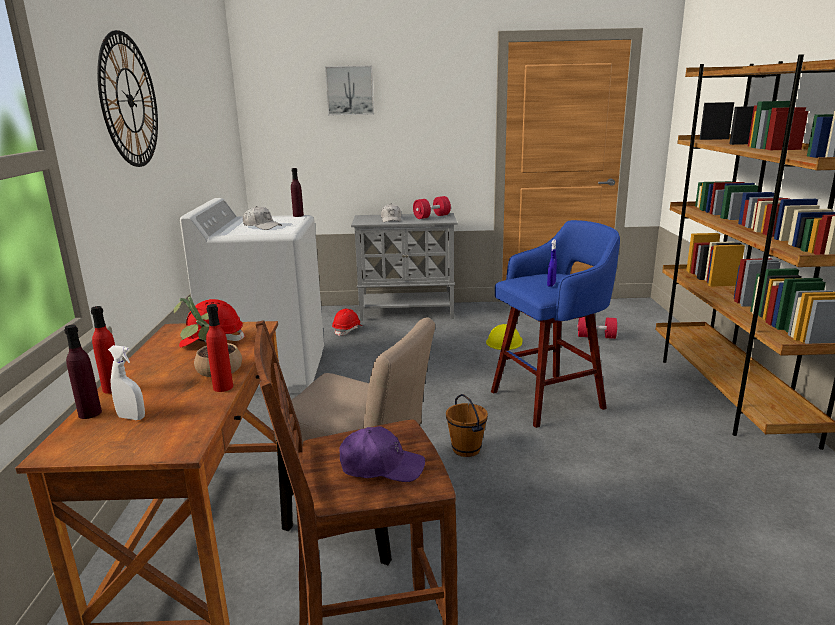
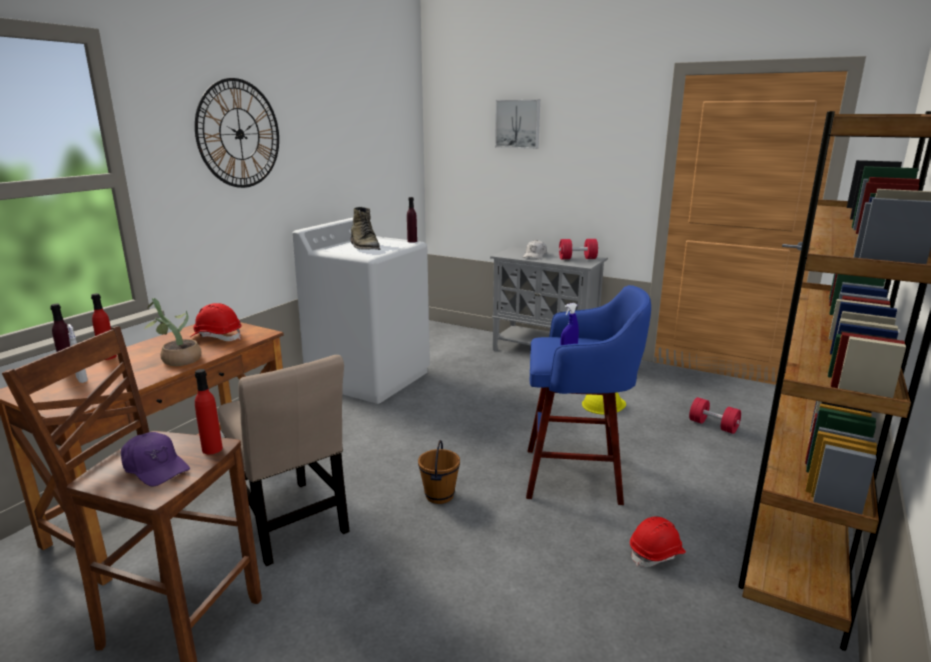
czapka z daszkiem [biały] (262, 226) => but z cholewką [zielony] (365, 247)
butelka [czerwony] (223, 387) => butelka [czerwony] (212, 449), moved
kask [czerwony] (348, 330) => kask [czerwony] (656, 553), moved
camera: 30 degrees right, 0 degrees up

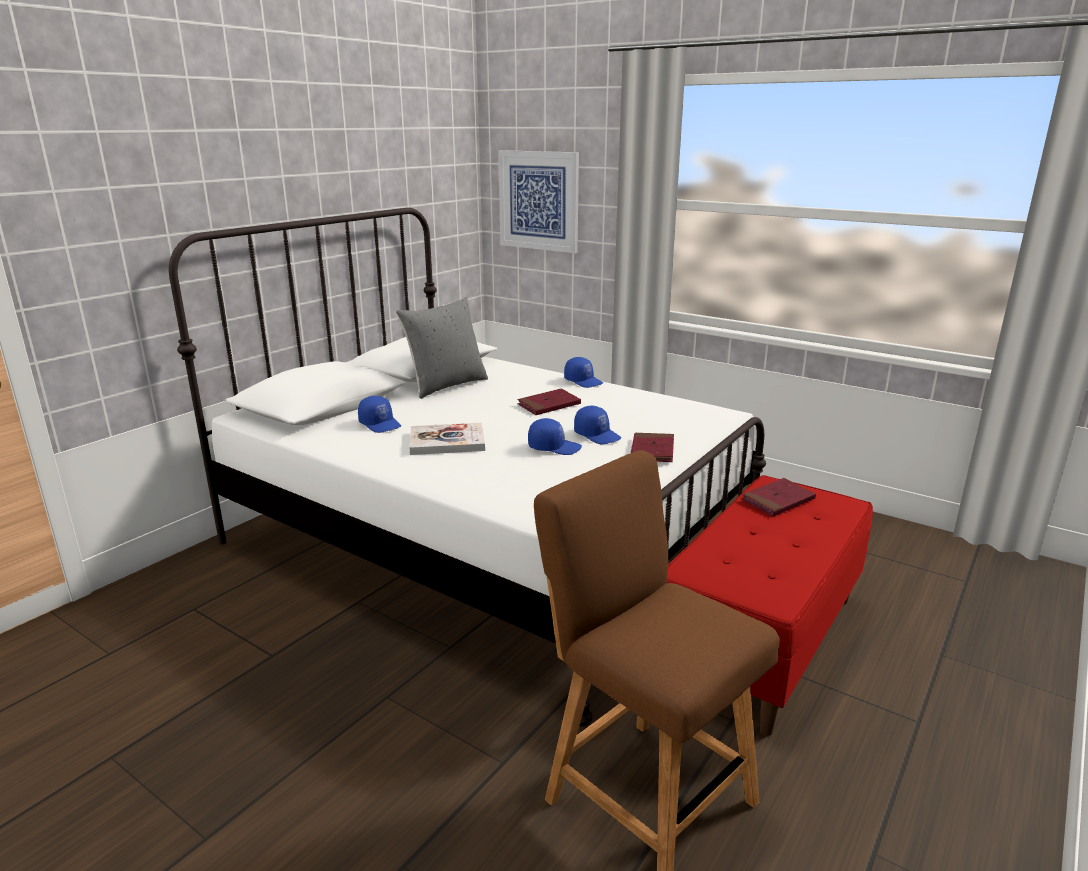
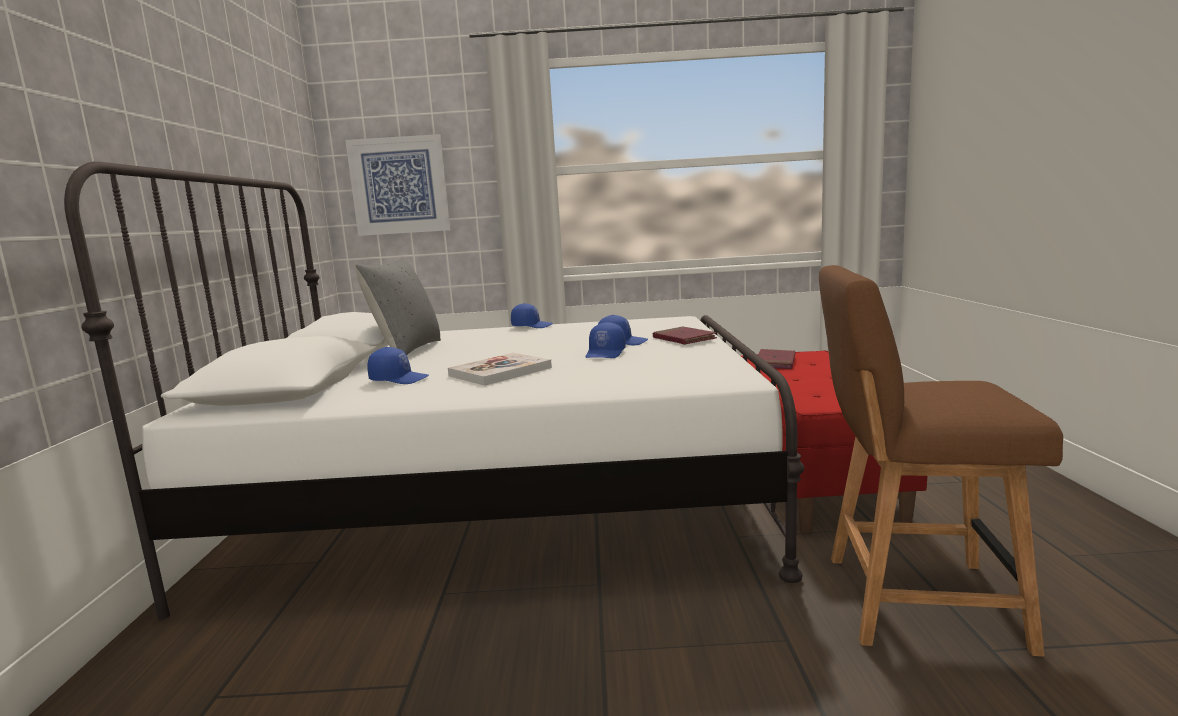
książka [czerwony] (549, 405) => nothing
czapka z daszkiem [niebieski] (554, 447) => czapka z daszkiem [niebieski] (606, 353), 135 degrees clockwise
camera: 35 degrees left, 10 degrees down

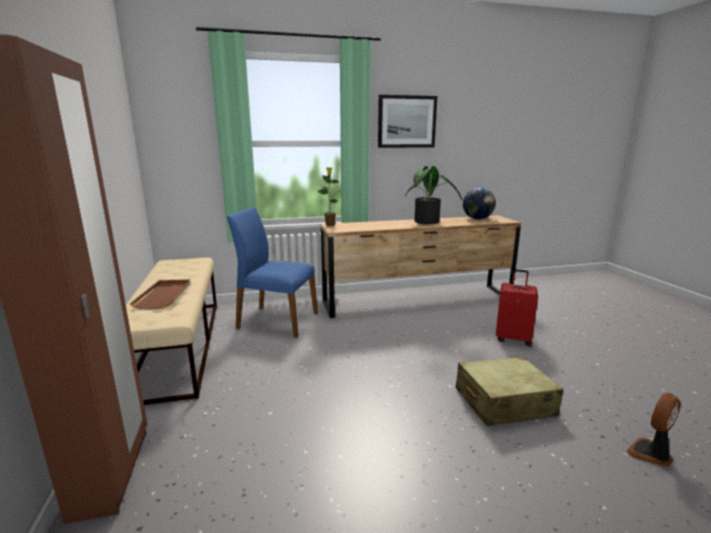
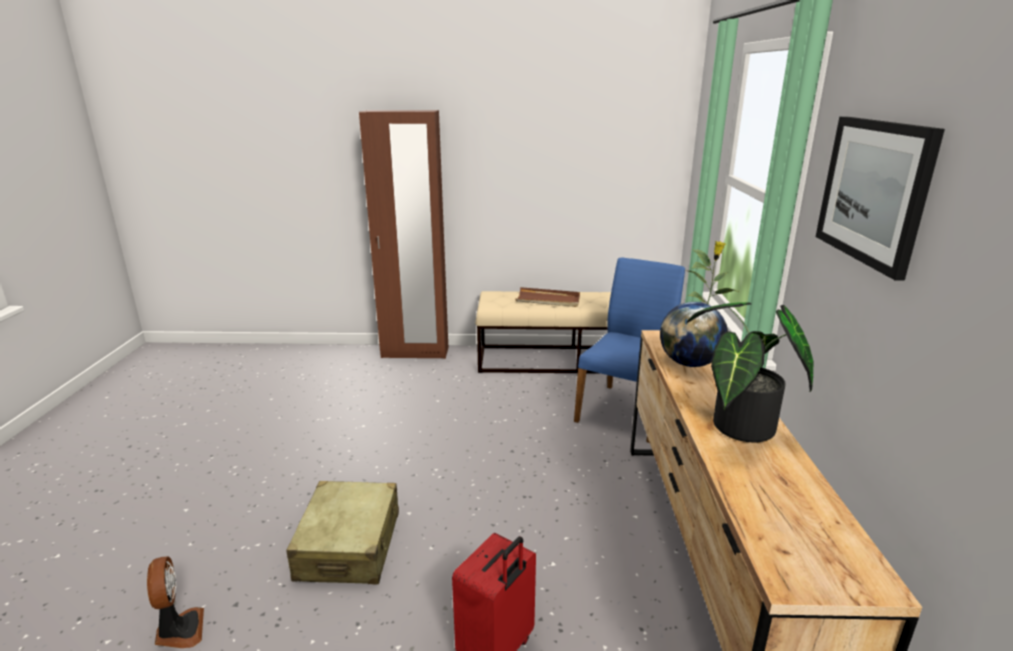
globus (477, 219) => globus (690, 363), moved
camera: 105 degrees right, 5 degrees up

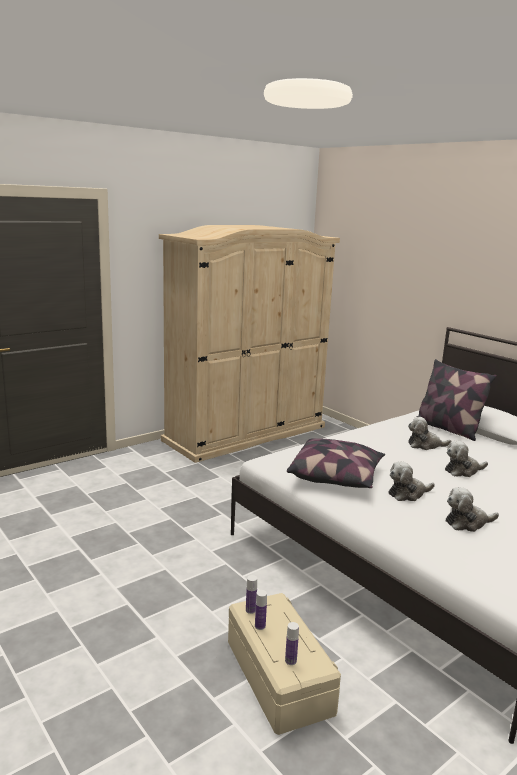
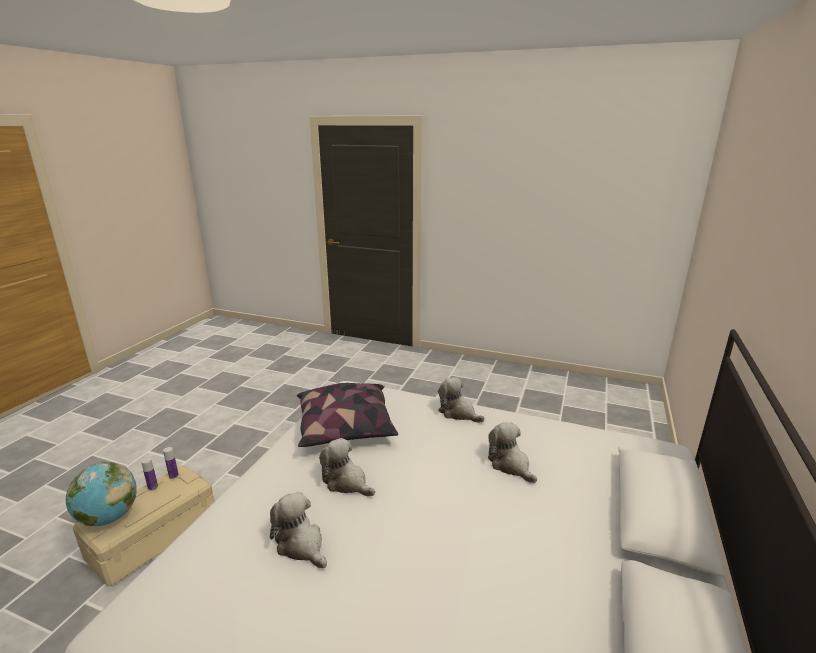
szafa [beżowy] (246, 433) => nothing
poduszka (447, 429) => nothing
pluszak (463, 471) => pluszak (458, 413), moved
butelka (290, 661) => globus (109, 517)
camera: 60 degrees right, 5 degrees up

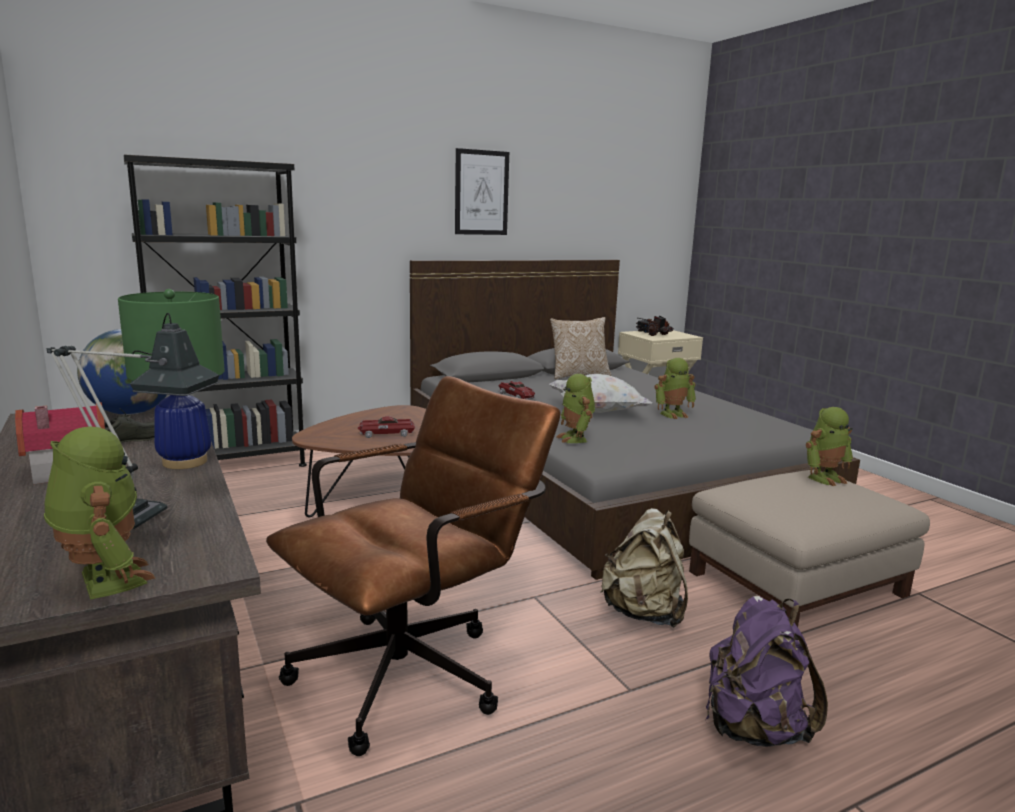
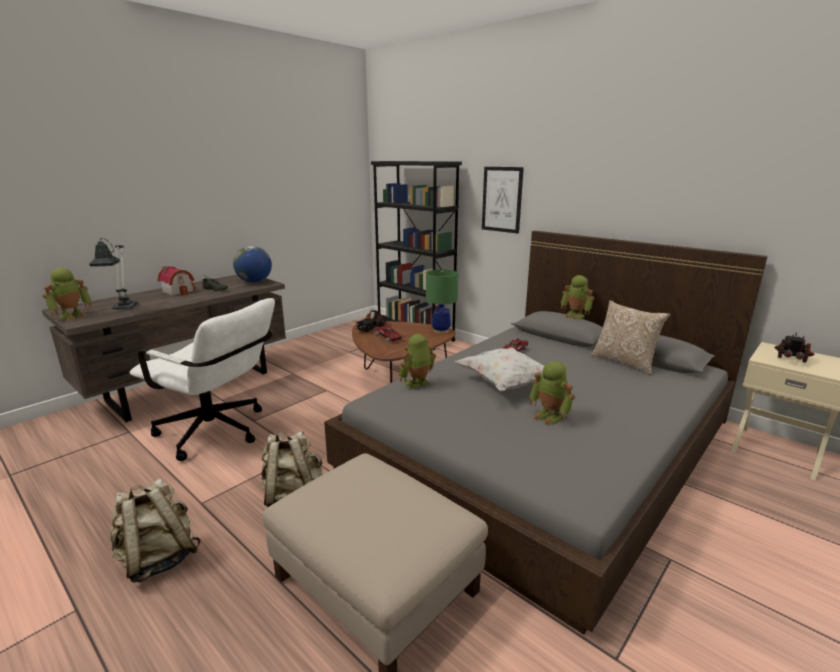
obraz (481, 193) => obraz (502, 199), moved
lampa stołowa [zielony] (185, 461) => lampa stołowa [zielony] (441, 331), moved
krzesło biurowe [brązowy] (415, 669) => krzesło biurowe [biały] (219, 433)
robot zabawkowy (824, 478) => robot zabawkowy (575, 316), moved
plecak [fioletowy] (753, 729) => plecak [beżowy] (158, 559)
nothing => ciężarówka zabawkowa (371, 328)
camera: 70 degrees right, 5 degrees up

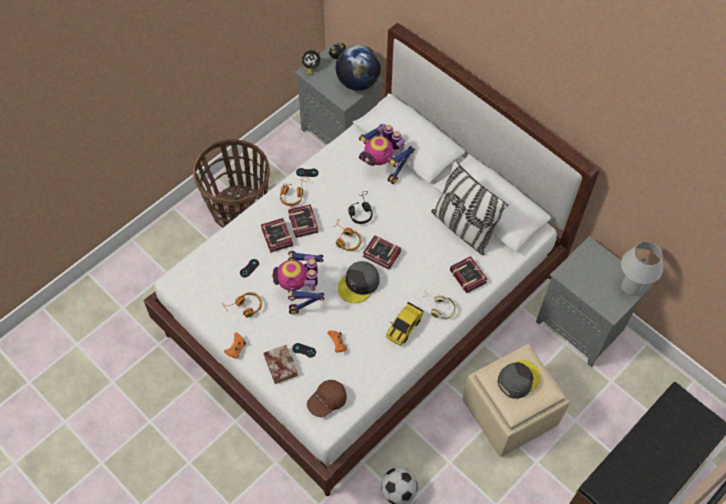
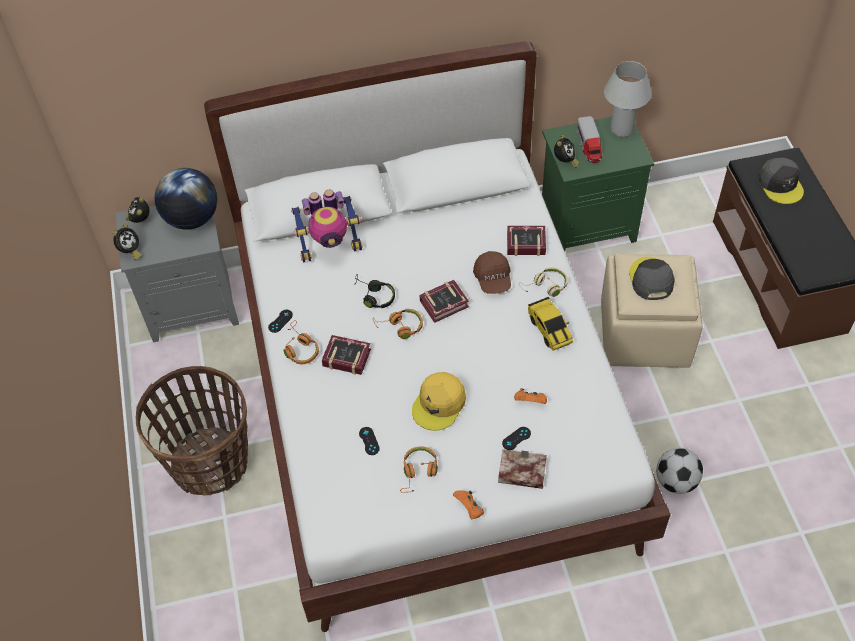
poduszka (463, 228) => nothing
książka (276, 238) => nothing
szafka nocna [szary] (582, 326) => szafka nocna [zielony] (588, 225)
robot zabawkowy (301, 292) => czapka z daszkiem [żółty] (439, 404)
czapka z daszkiem [szary] (359, 284) => czapka z daszkiem [szary] (780, 184), moved
czapka z daszkiem [brązowy] (327, 401) => czapka z daszkiem [brązowy] (493, 279), moved
nothing => ciężarówka zabawkowa (589, 146)
nothing => budzik (565, 162)
camera: 55 degrees left, 5 degrees down

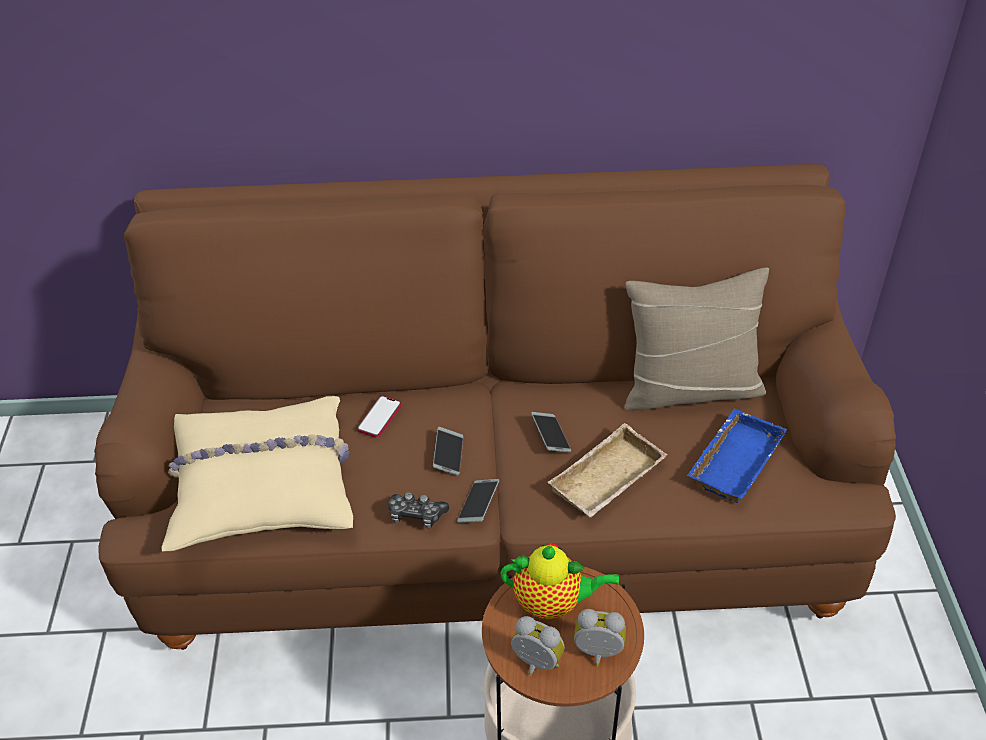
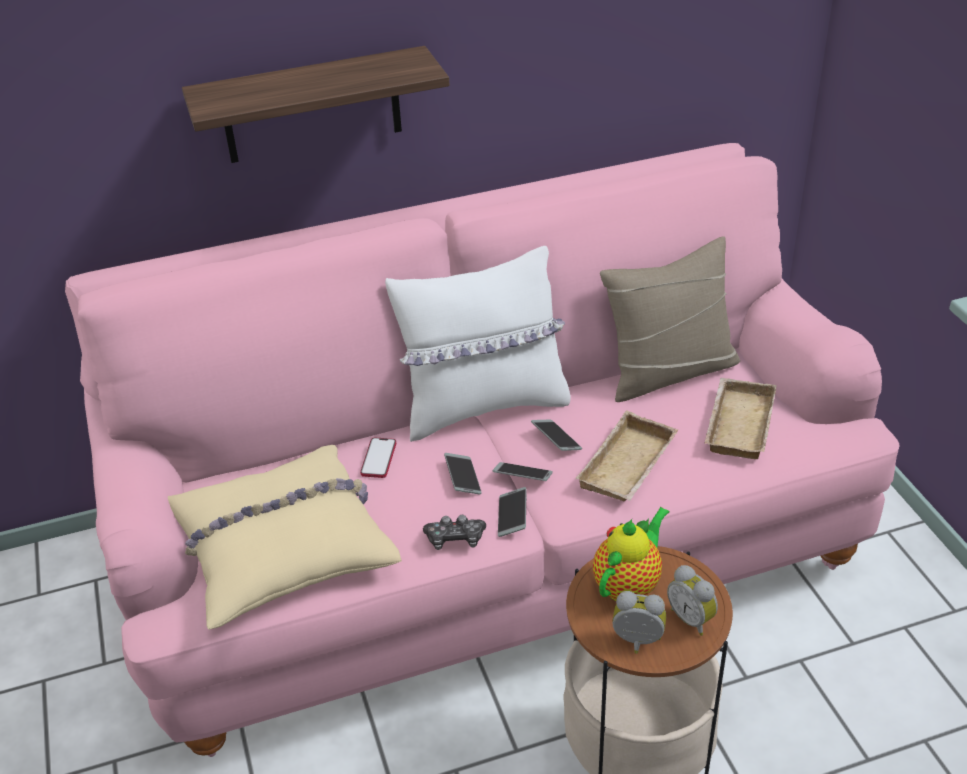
kanapa [brązowy] (495, 518) => kanapa [różowy] (490, 553)
taca [niebieski] (733, 459) => taca [beżowy] (736, 423)
imbryk (552, 603) => imbryk (629, 584), 45 degrees counterclockwise
budzik (598, 654) => budzik (692, 618), 120 degrees counterclockwise
nothing => półka (312, 106)
nothing => poduszka [biały] (484, 407)
nothing => telefon (522, 476)
camera: 15 degrees left, 5 degrees down

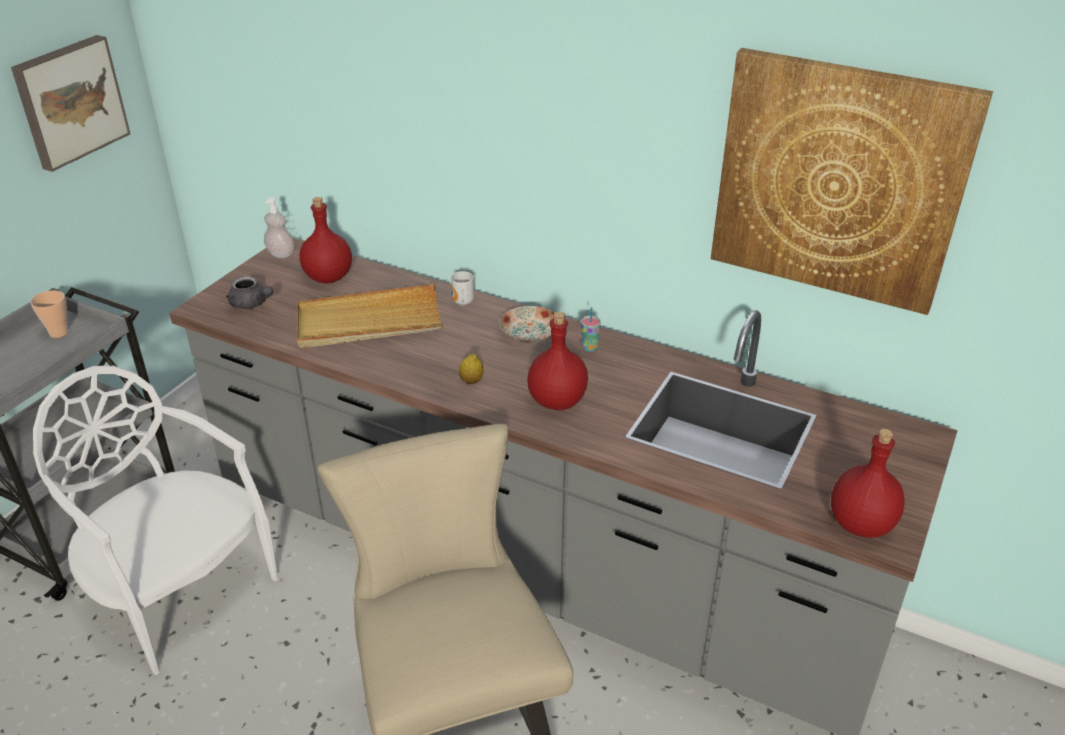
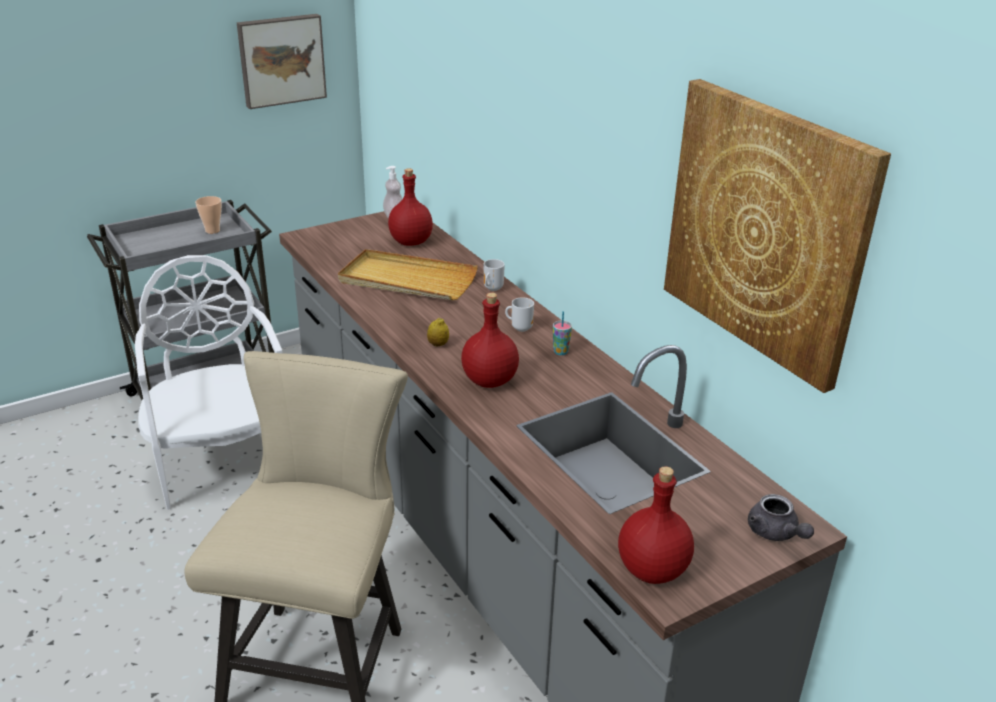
imbryk [szary] (251, 304) => imbryk [szary] (775, 533), moved
talerz (529, 336) => kubek (520, 328)
camera: 30 degrees right, 5 degrees down

